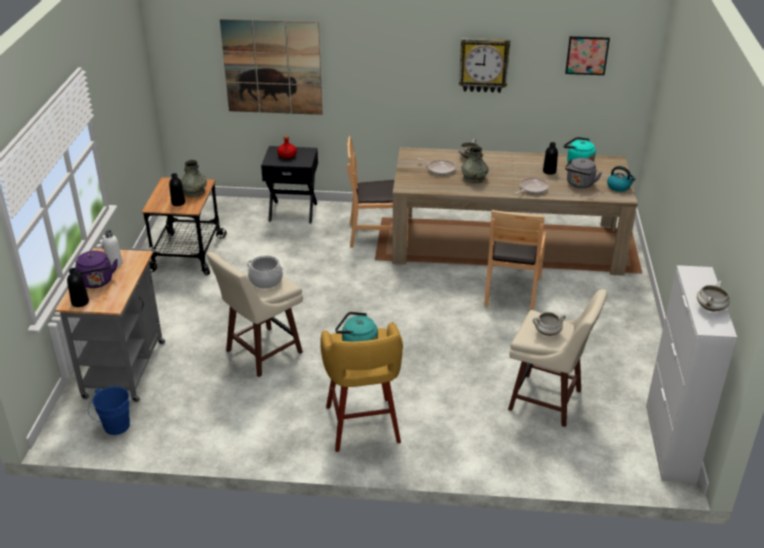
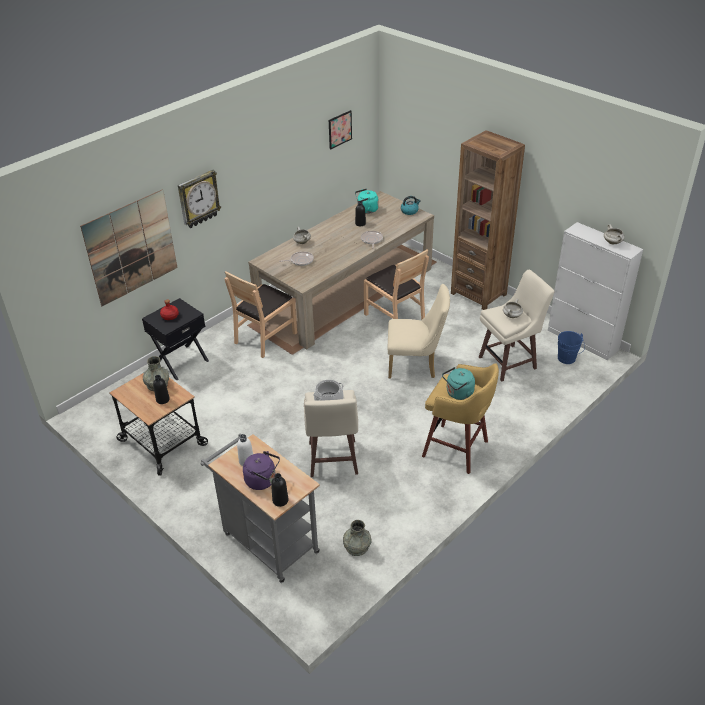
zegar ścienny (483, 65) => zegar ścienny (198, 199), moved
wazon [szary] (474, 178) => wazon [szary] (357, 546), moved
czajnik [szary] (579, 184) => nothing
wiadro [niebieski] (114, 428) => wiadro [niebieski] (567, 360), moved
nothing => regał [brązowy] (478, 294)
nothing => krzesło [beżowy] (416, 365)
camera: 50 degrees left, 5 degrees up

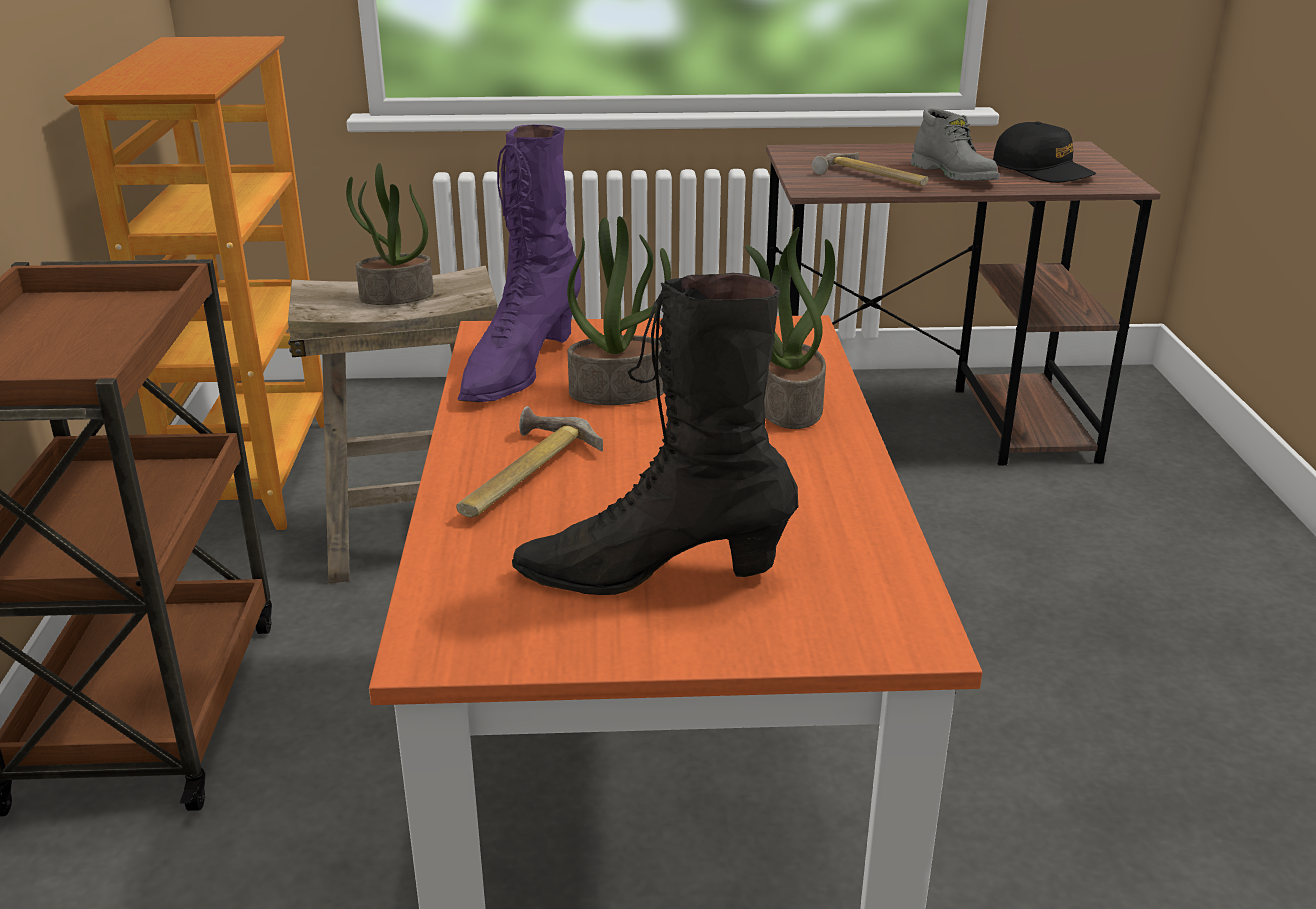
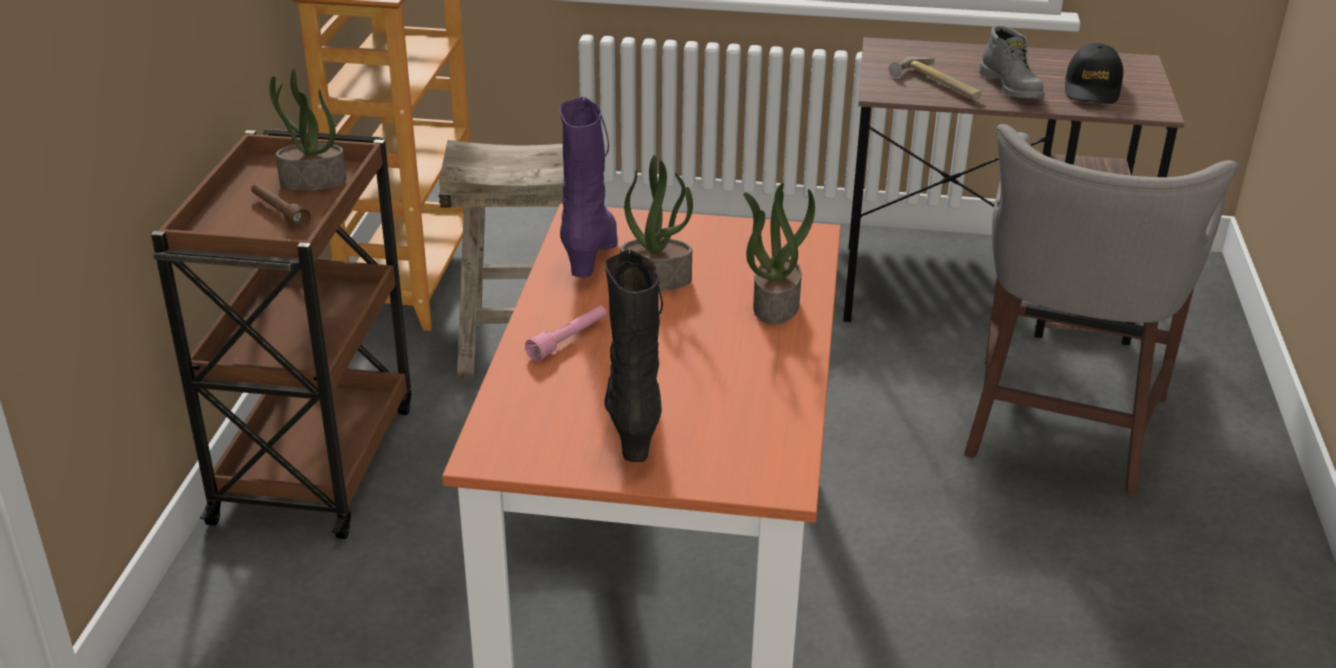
czapka z daszkiem [czarny] (1042, 171) => czapka z daszkiem [czarny] (1092, 88), 45 degrees clockwise
but z cholewką [fioletowy] (519, 369) => but z cholewką [fioletowy] (591, 252), 150 degrees clockwise
roślina doniczkowa (396, 296) => roślina doniczkowa (312, 182), moved
but z cholewką [czarny] (652, 574) => but z cholewką [czarny] (633, 422), 75 degrees clockwise
młotek (519, 475) => latarka [różowy] (568, 340)
nothing => stołek [szary] (1060, 428)
nothing => latarka [brązowy] (280, 212)
camera: 10 degrees right, 5 degrees up

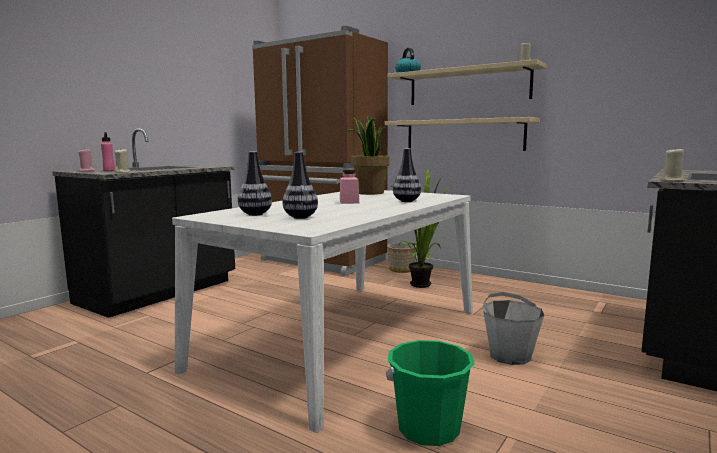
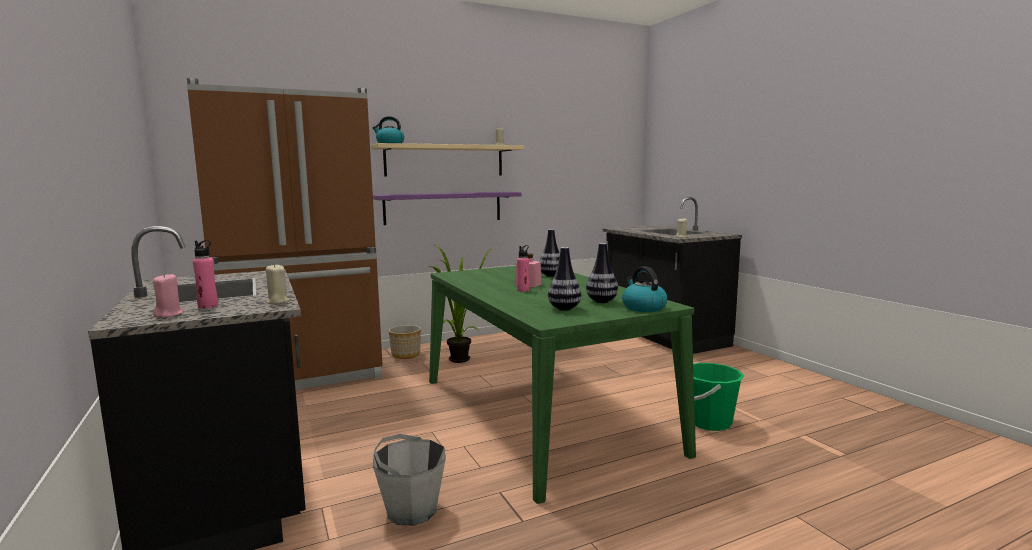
roślina doniczkowa (369, 193) => nothing
półka [beżowy] (463, 135) => półka [fioletowy] (443, 207)
stół jadalny [biały] (345, 337) => stół jadalny [zielony] (541, 413)
wiadro [szary] (510, 355) => wiadro [szary] (411, 510), moved
nothing => butelka [różowy] (523, 290)
nothing => czajnik (643, 307)
camera: 60 degrees left, 0 degrees up

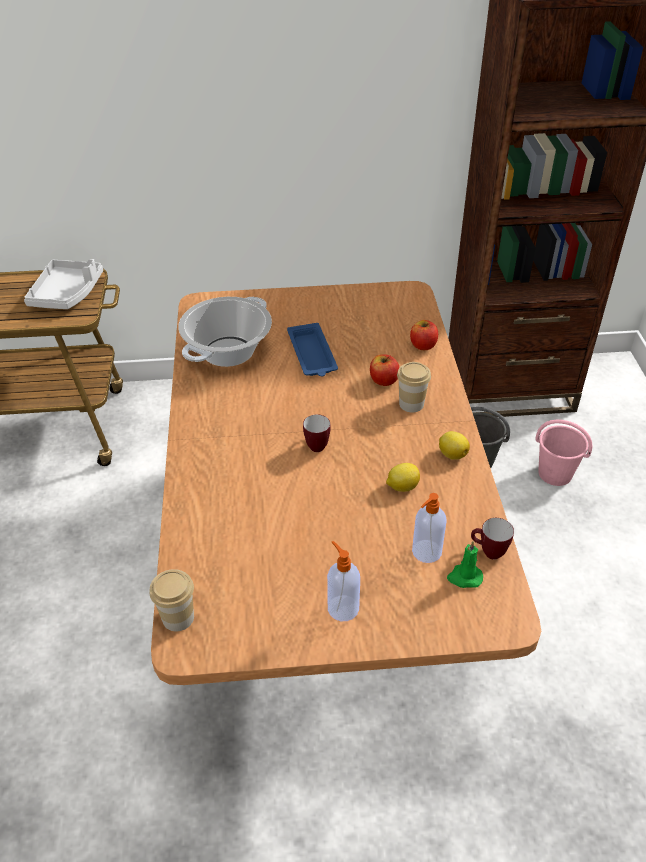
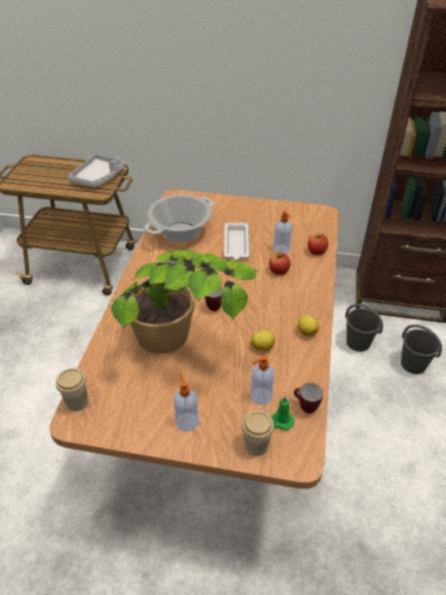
taca [niebieski] (312, 355) => taca [biały] (236, 244)
filiżanka (411, 404) => filiżanka (256, 445), moved
wiadro [różowy] (555, 474) => wiadro [szary] (413, 364)
nothing => dozownik mydła (281, 250)
nothing => roślina doniczkowa (180, 350)
camera: 15 degrees right, 0 degrees up

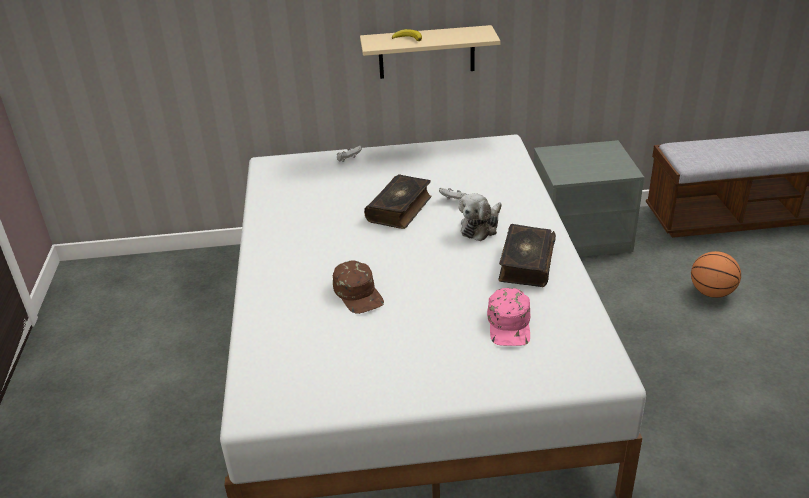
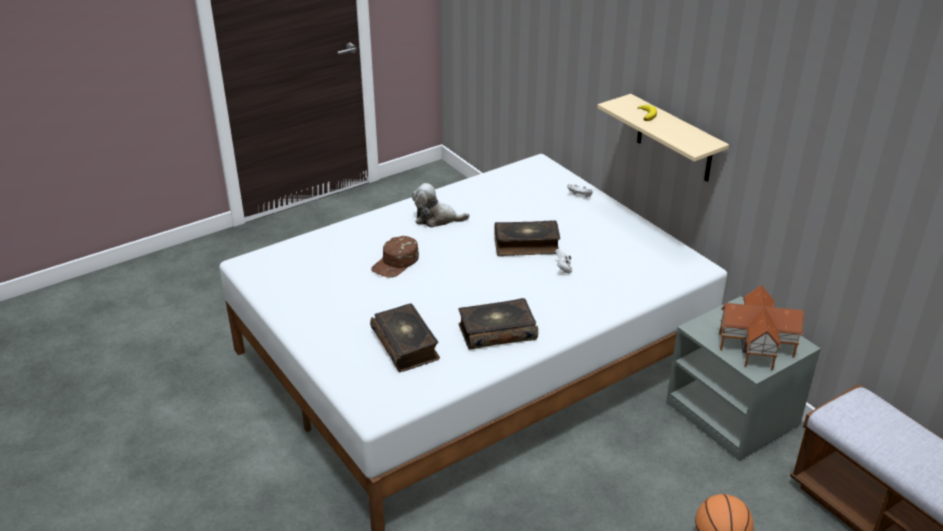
pluszak (481, 227) => pluszak (436, 219), moved
czapka z daszkiem [różowy] (510, 324) => książka (406, 345)
nothing => domek (757, 346)
camera: 60 degrees right, 0 degrees up

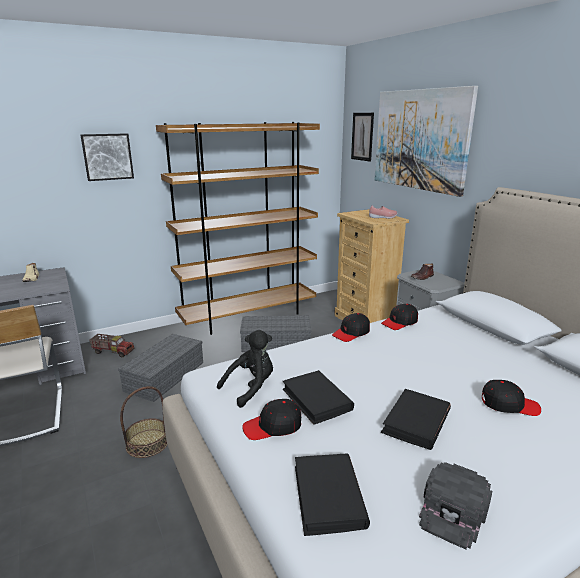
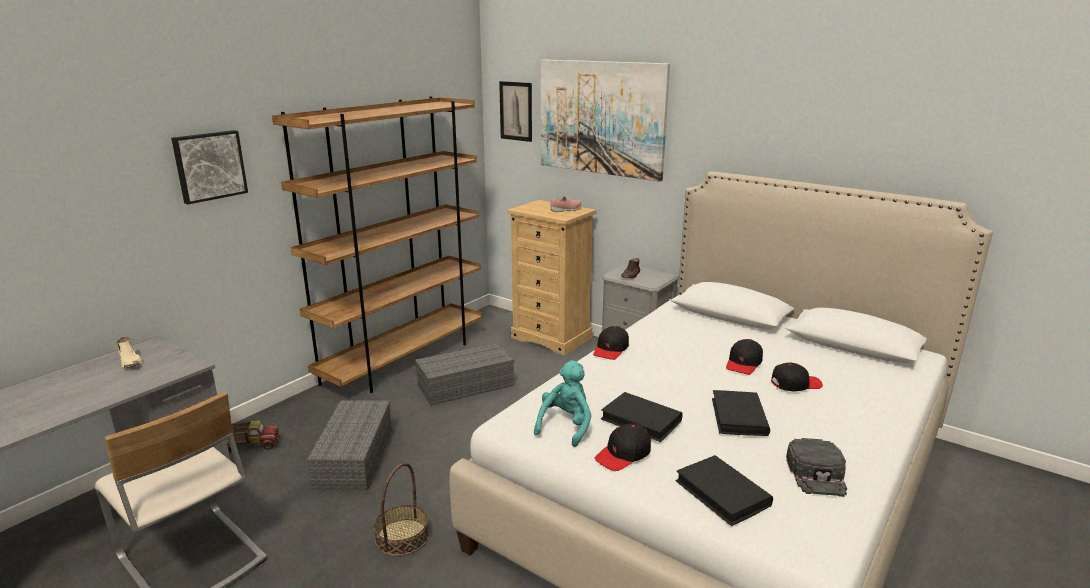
czapka z daszkiem [czarny] (400, 322) => czapka z daszkiem [czarny] (743, 363), moved
pluszak [czarny] (251, 388) => pluszak [turkusowy] (566, 426)
camera: 25 degrees left, 0 degrees up

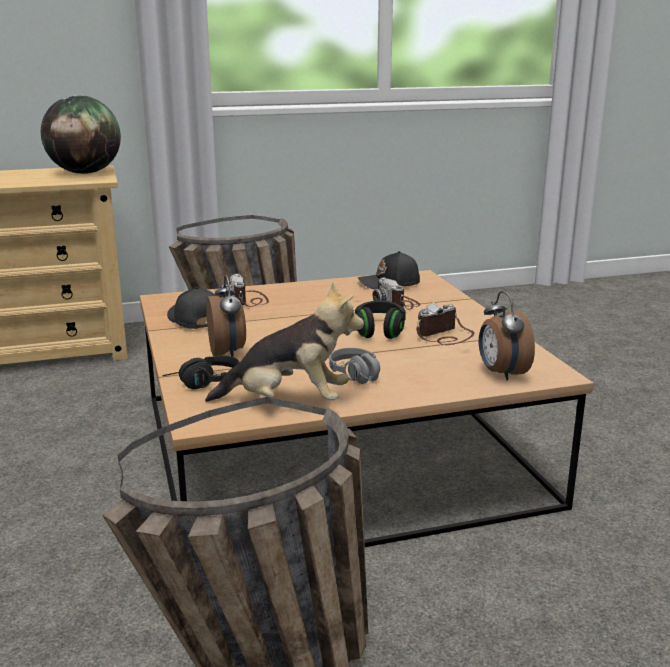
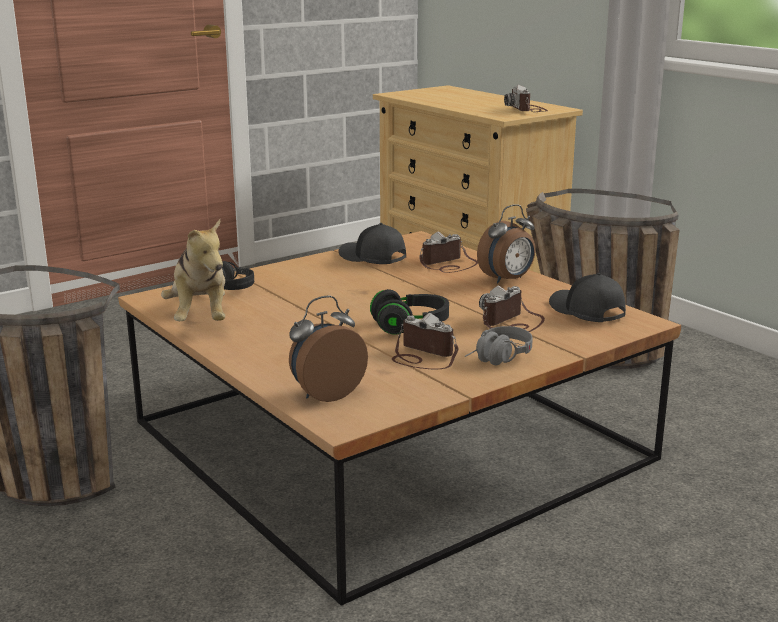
globus (85, 173) => aparat fotograficzny (527, 110)
budzik (228, 353) => budzik (507, 280), moved
czapka z daszkiem [czarny] (194, 320) => czapka z daszkiem [czarny] (372, 257), 90 degrees counterclockwise
słuchawki [szary] (360, 378) => słuchawki [szary] (497, 359), moved
camera: 70 degrees right, 0 degrees up

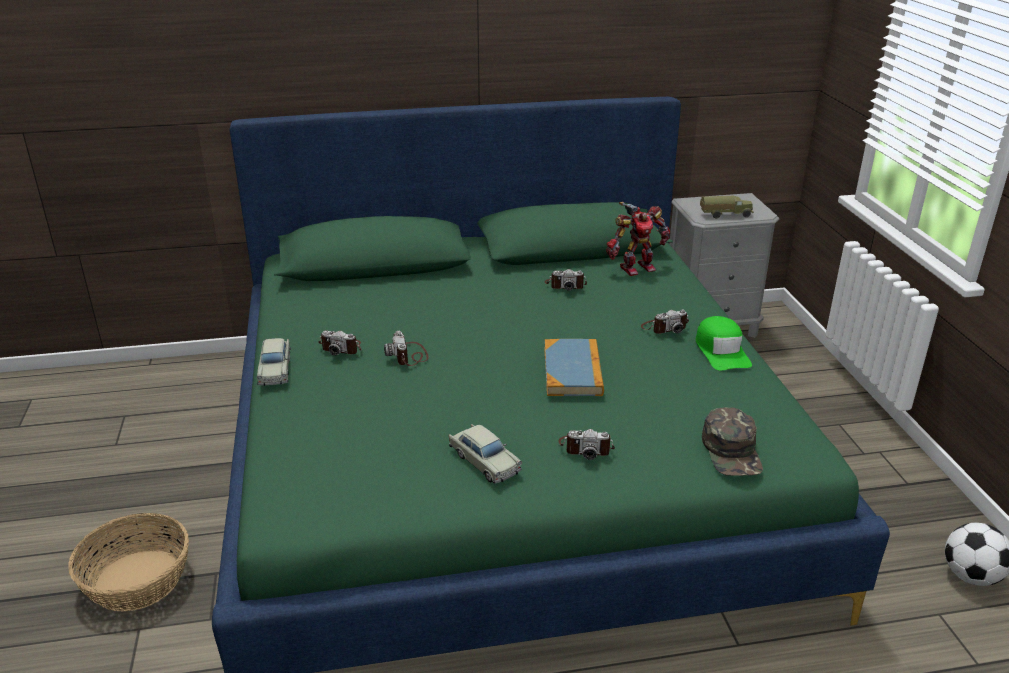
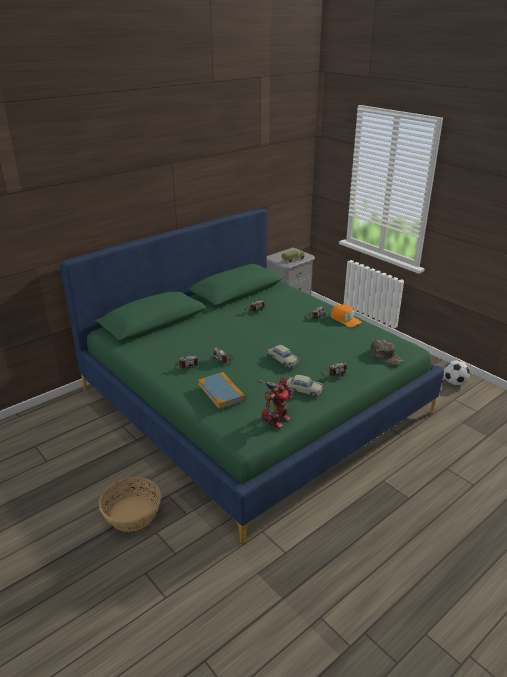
robot zabawkowy (635, 267) => robot zabawkowy (276, 420), moved
czapka z daszkiem [zielony] (721, 351) => czapka z daszkiem [pomarańczowy] (345, 319)
samochodzik [beżowy] (275, 369) => samochodzik [beżowy] (283, 360), moved
książka (573, 371) => książka (221, 392), moved
camera: 30 degrees left, 0 degrees up

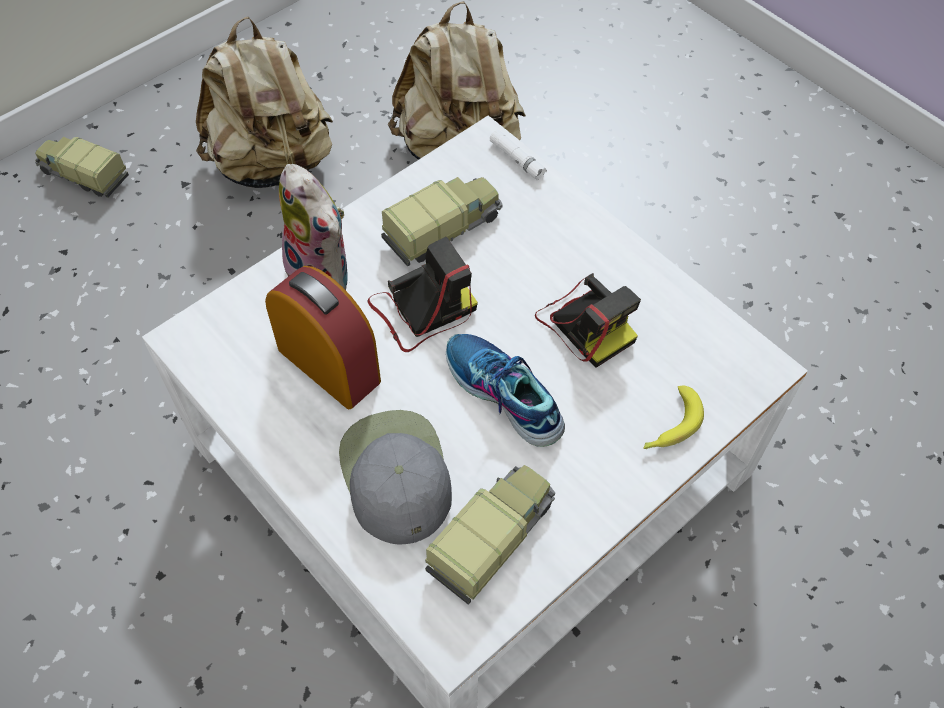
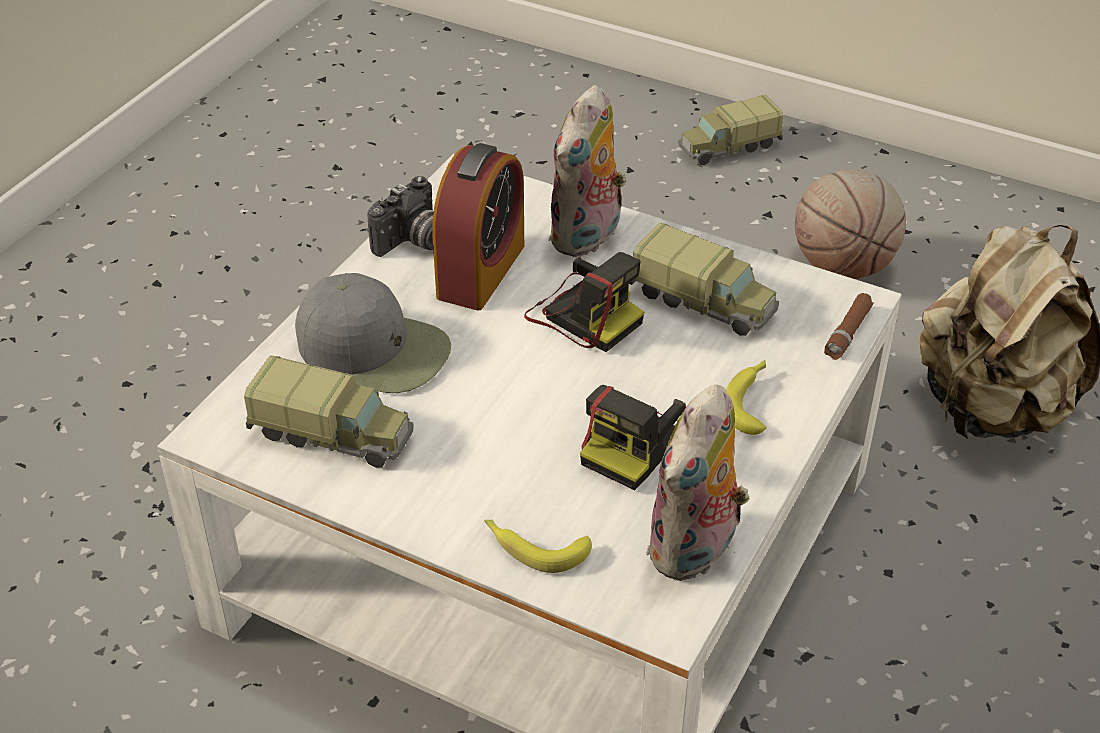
plecak [beżowy] (273, 165) => piłka do koszykówki (843, 267)
latarka [biały] (517, 160) => latarka [brązowy] (848, 333)
ciężarówka zabawkowa (83, 175) => ciężarówka zabawkowa (728, 147), 120 degrees counterclockwise
but (502, 395) => nothing
czapka z daszkiem [szary] (395, 475) => czapka z daszkiem [szary] (375, 348), 60 degrees clockwise
nothing => aparat fotograficzny (413, 242)
nothing => banan (751, 401)
nothing => pluszak (695, 551)
camera: 70 degrees right, 15 degrees down

